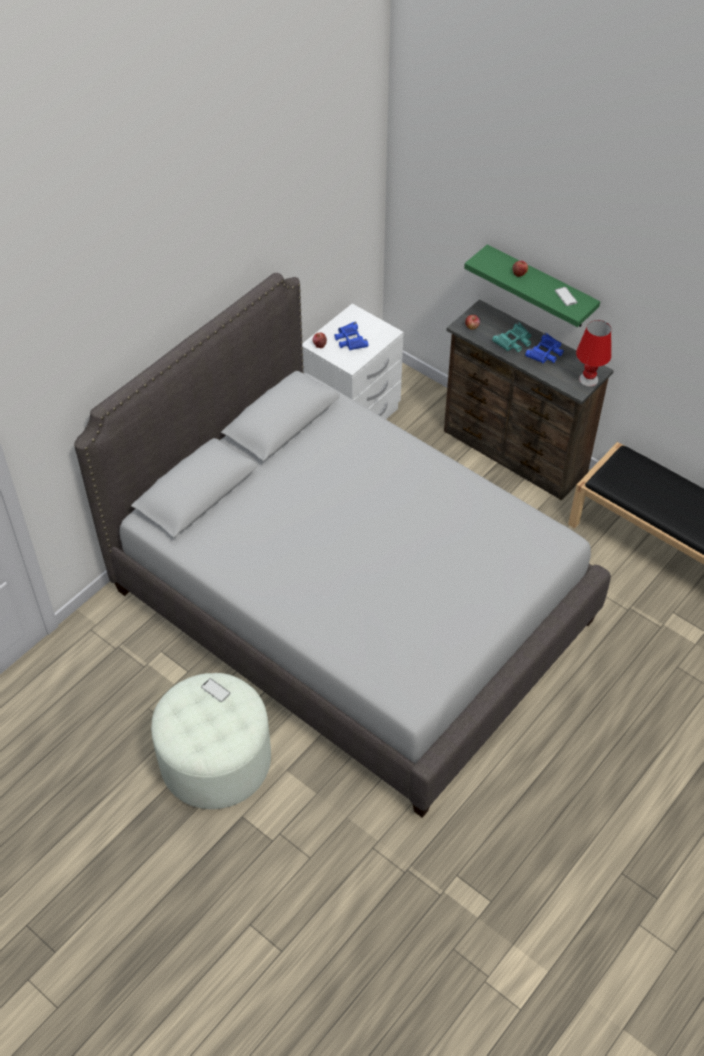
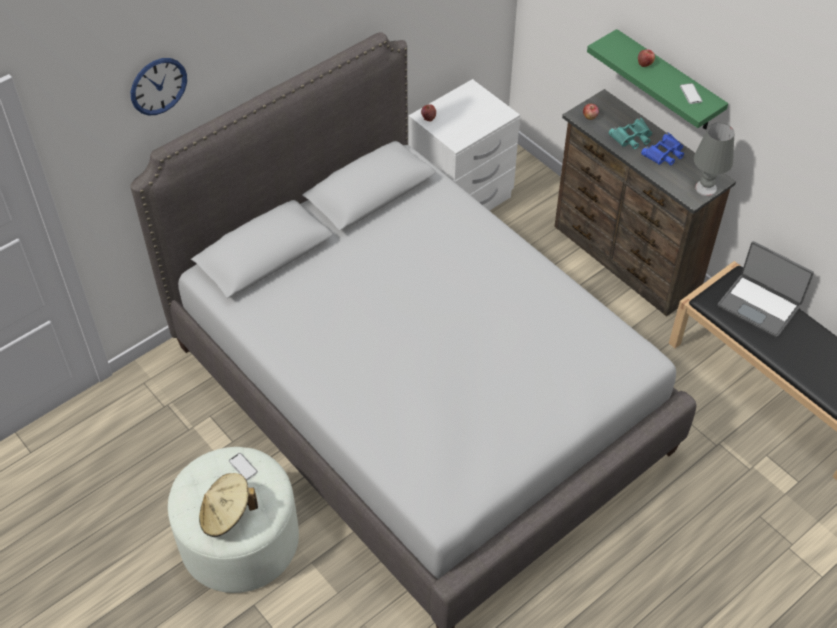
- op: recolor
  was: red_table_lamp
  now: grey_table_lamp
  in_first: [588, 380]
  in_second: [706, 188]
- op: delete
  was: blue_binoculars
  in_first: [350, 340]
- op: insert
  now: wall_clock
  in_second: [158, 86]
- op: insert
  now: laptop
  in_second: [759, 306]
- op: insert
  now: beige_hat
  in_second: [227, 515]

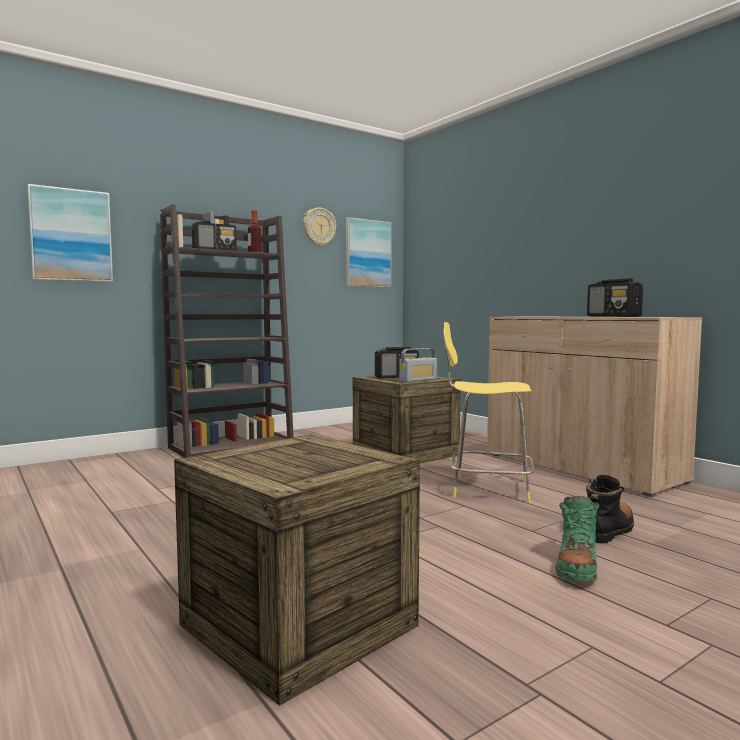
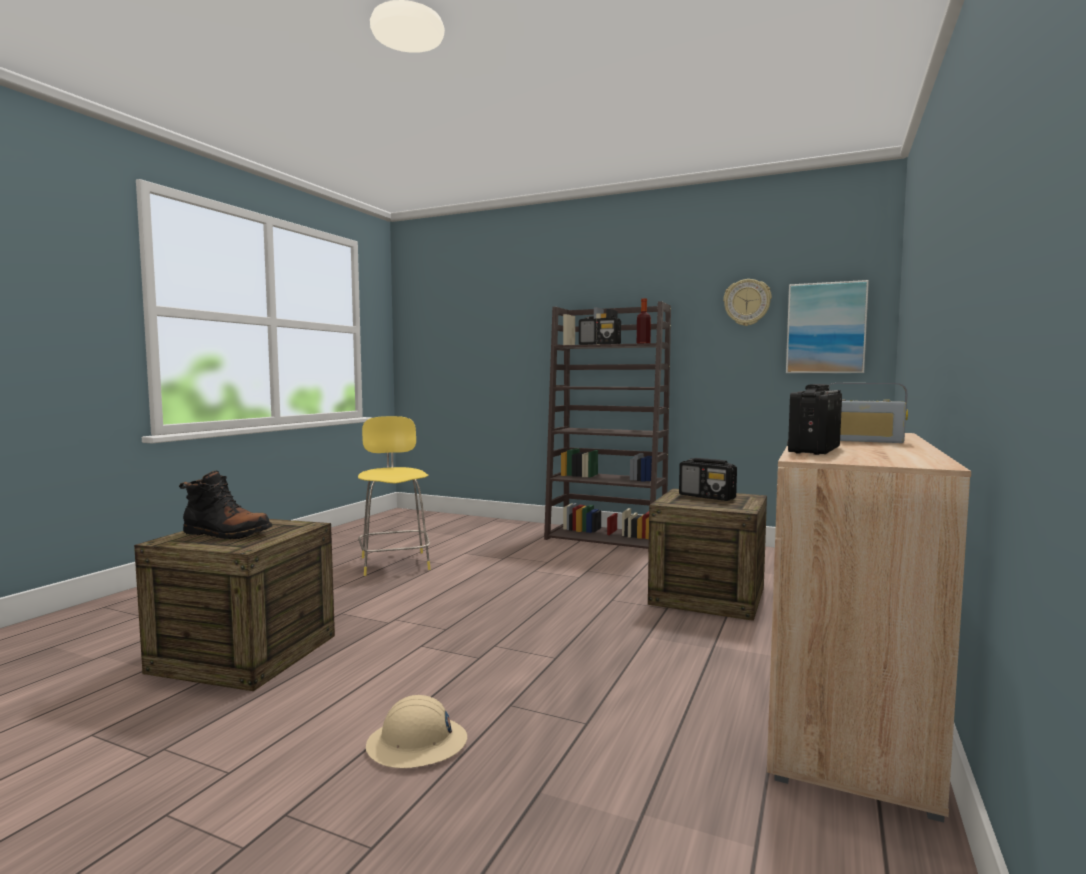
- op: delete
  was: picture
  in_first: [71, 235]
- op: move
  was: yellow_stool
  in_first: [487, 488]
  in_second: [395, 562]
- op: move
  was: radio
  in_first: [418, 380]
  in_second: [862, 440]
- op: move
  was: black_boot
  in_first: [609, 531]
  in_second: [226, 534]
- op: replace
  was: green_boot
  now: beige_hard_hat
  in_first: [577, 566]
  in_second: [417, 745]

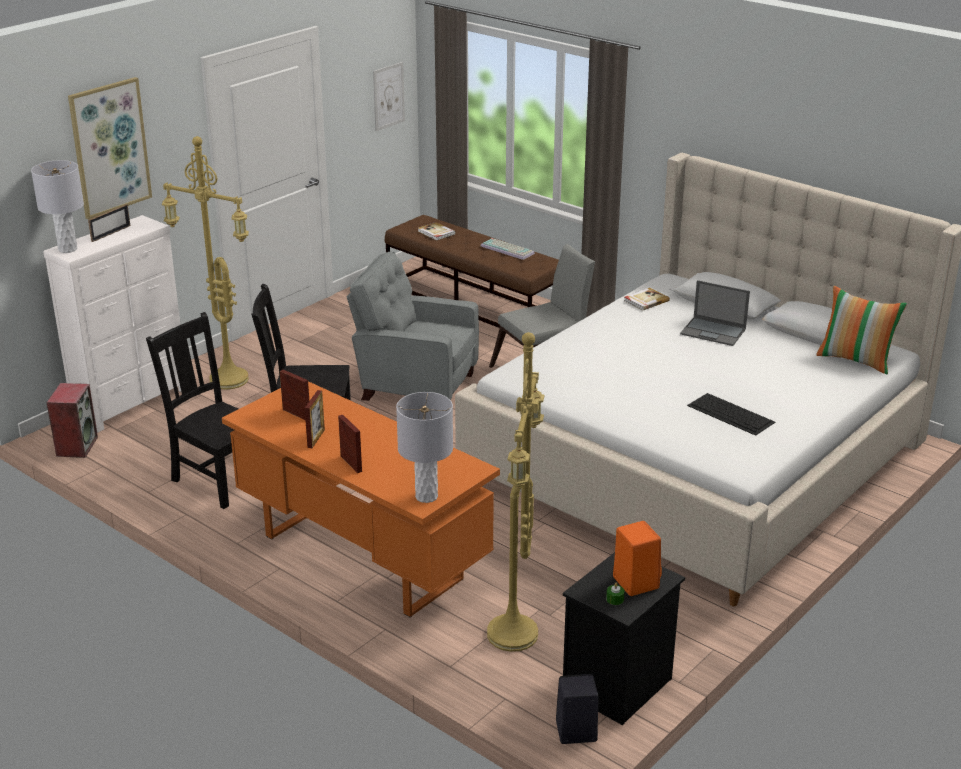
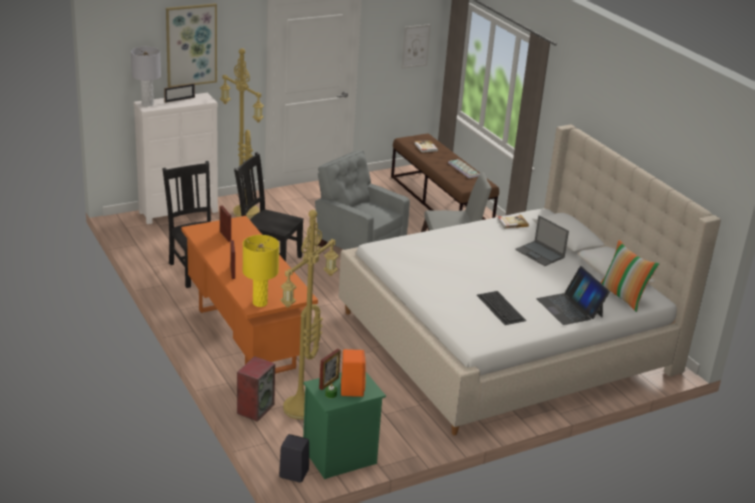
- op: move
  was: speaker
  in_first: [76, 446]
  in_second: [255, 408]
- op: move
  was: picture_frame
  in_first: [316, 438]
  in_second: [329, 383]
- op: recolor
  was: grey_table_lamp
  now: yellow_table_lamp
  in_first: [427, 496]
  in_second: [260, 303]
- op: recolor
  was: black_nightstand
  now: green_nightstand
  in_first: [618, 687]
  in_second: [339, 458]
- op: insert
  now: laptop
  in_second: [570, 308]

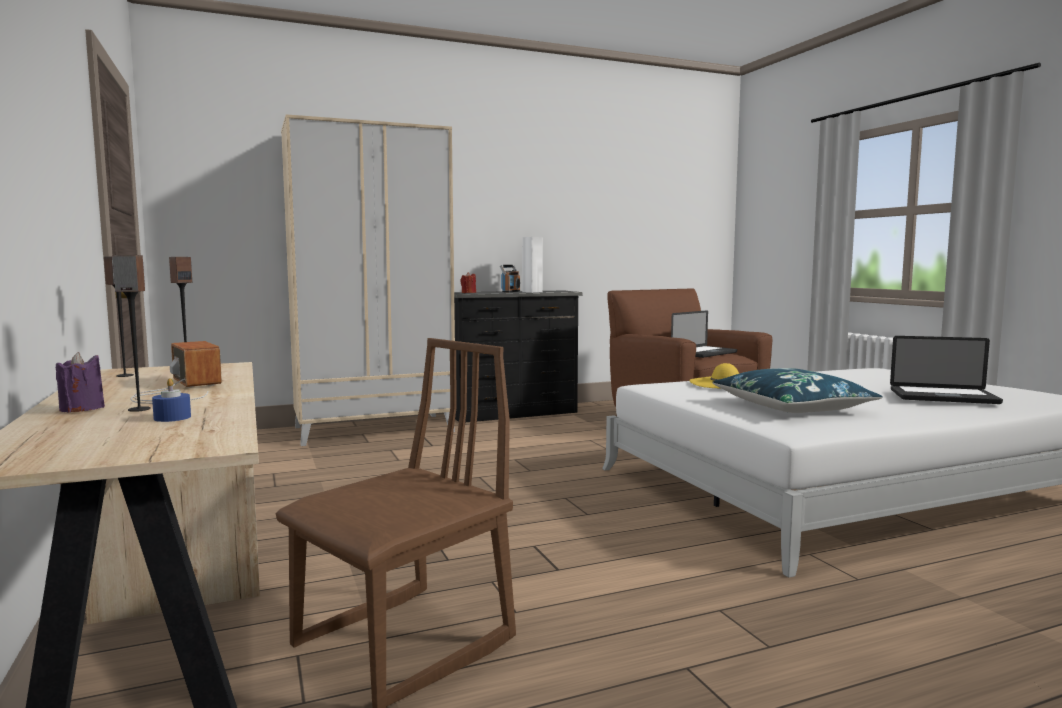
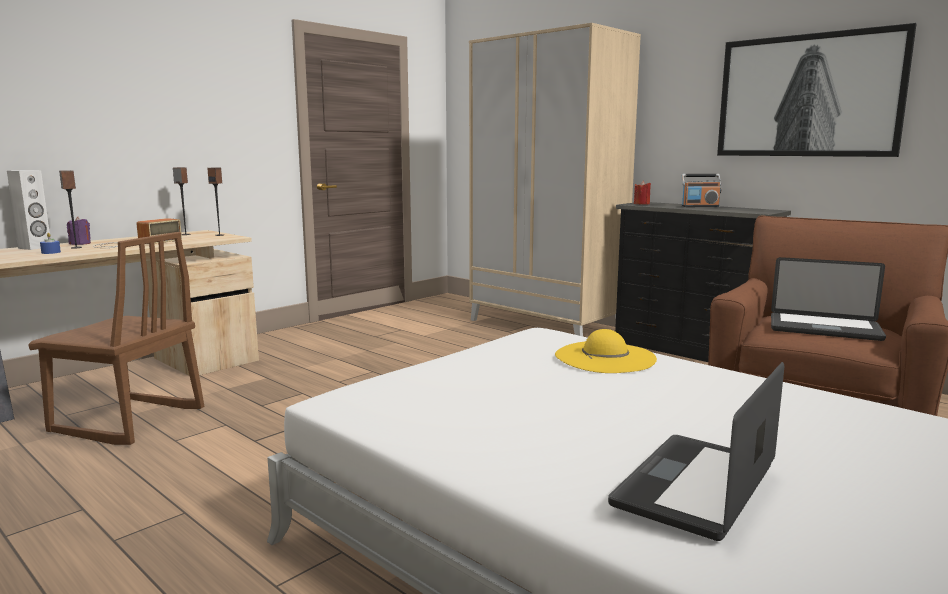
- op: move
  was: white_speaker
  in_first: [532, 292]
  in_second: [35, 247]
- op: rotate
  was: laptop
  in_first: [943, 397]
  in_second: [695, 486]
  clockwise: 45
- op: delete
  was: blue_pillow
  in_first: [792, 407]
- op: insert
  now: picture
  in_second: [808, 96]

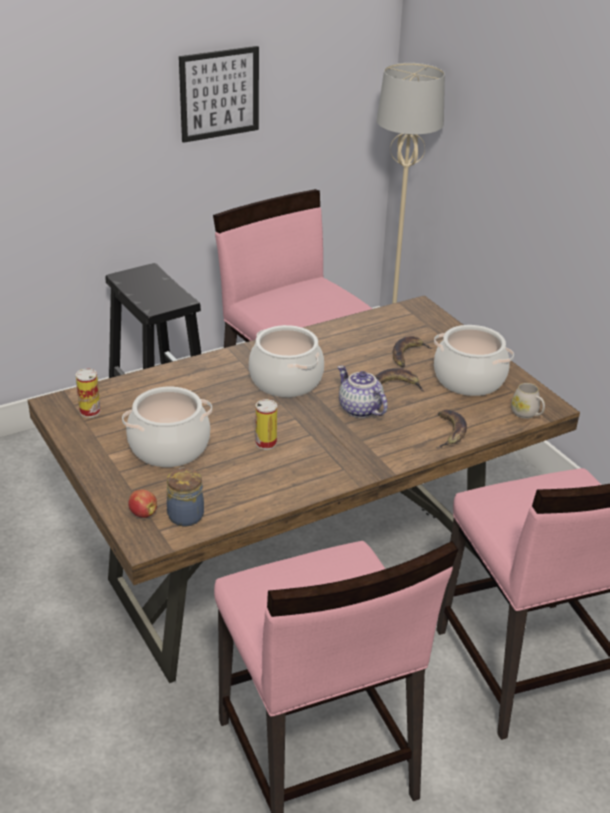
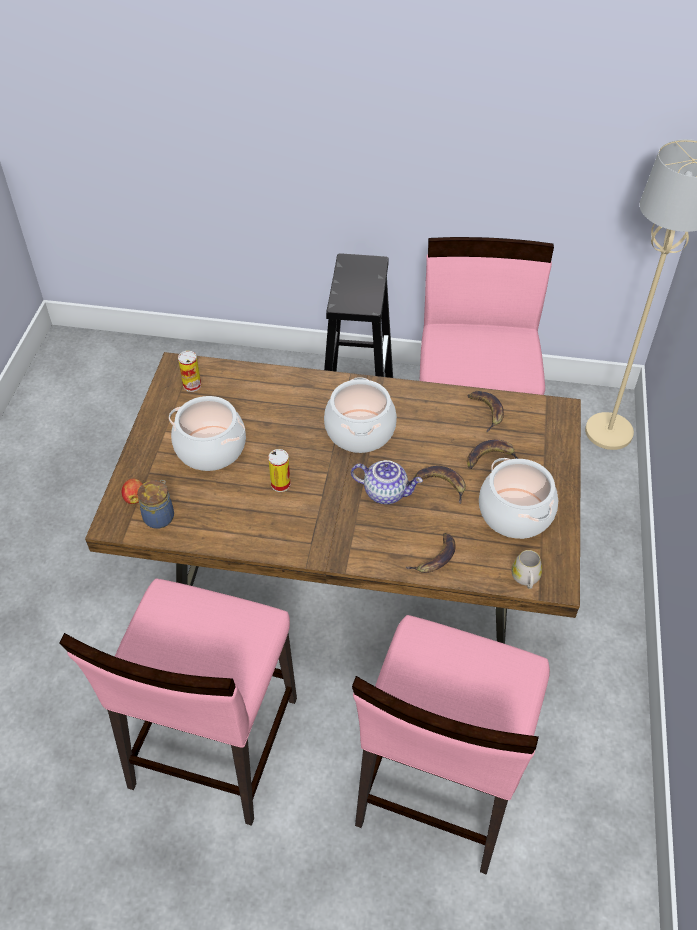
- op: delete
  was: picture
  in_first: [219, 93]
- op: rotate
  was: teapot
  in_first: [359, 409]
  in_second: [386, 492]
  clockwise: 105
- op: insert
  now: banana
  in_second: [486, 411]

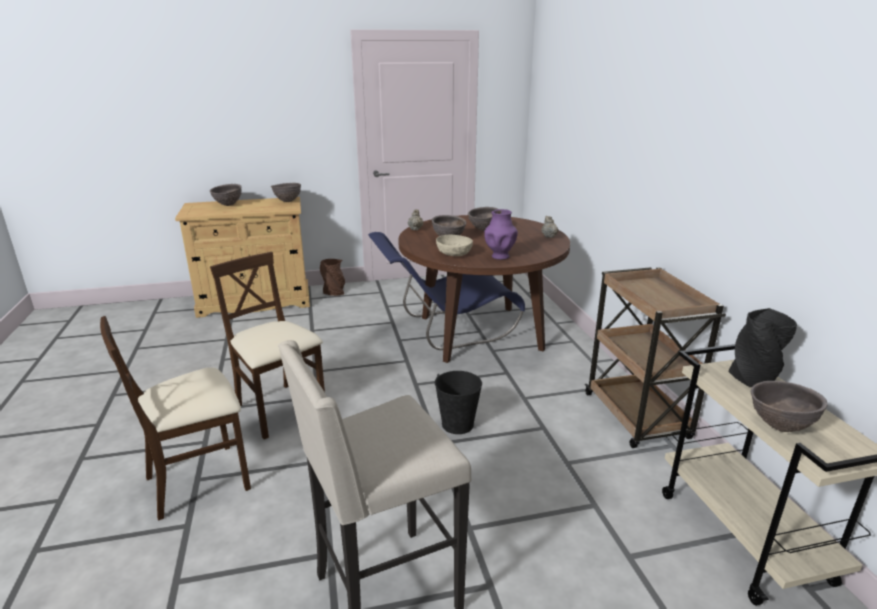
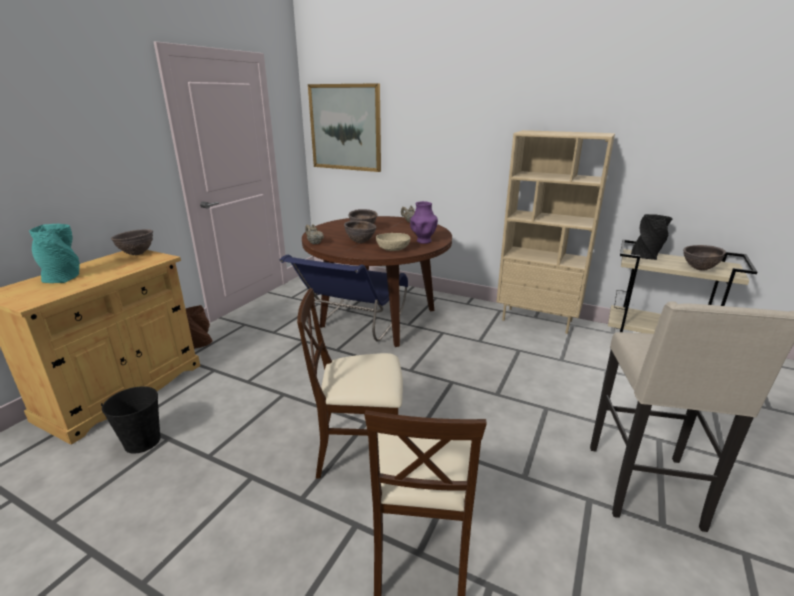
- op: replace
  was: brown_bowl
  now: turquoise_vase
  in_first: [228, 205]
  in_second: [63, 278]
- op: replace
  was: brown_cart
  now: beige_bookcase
  in_first: [637, 417]
  in_second: [537, 320]
- op: move
  was: black_bucket
  in_first: [457, 424]
  in_second: [142, 441]
- op: insert
  now: picture
  in_second: [345, 127]

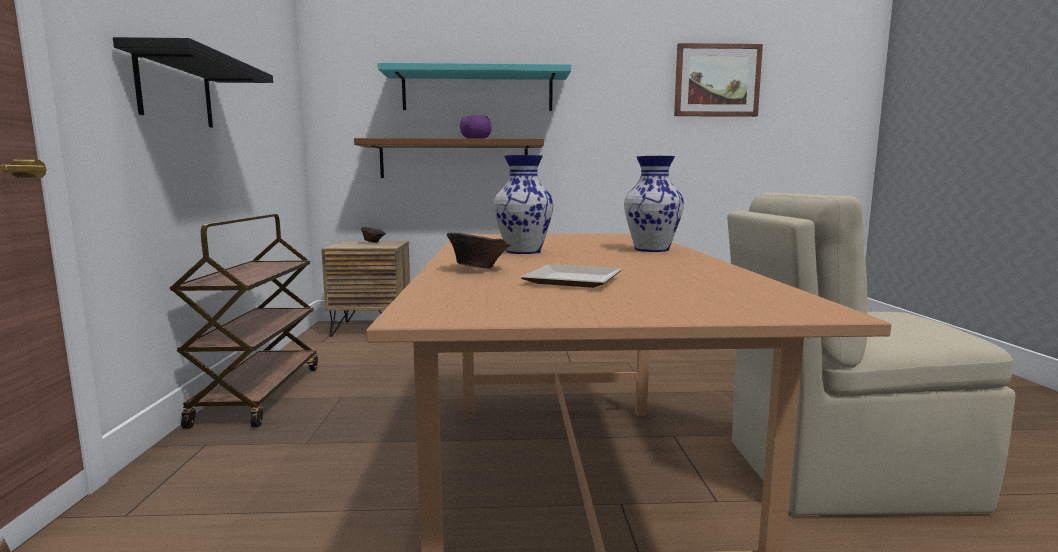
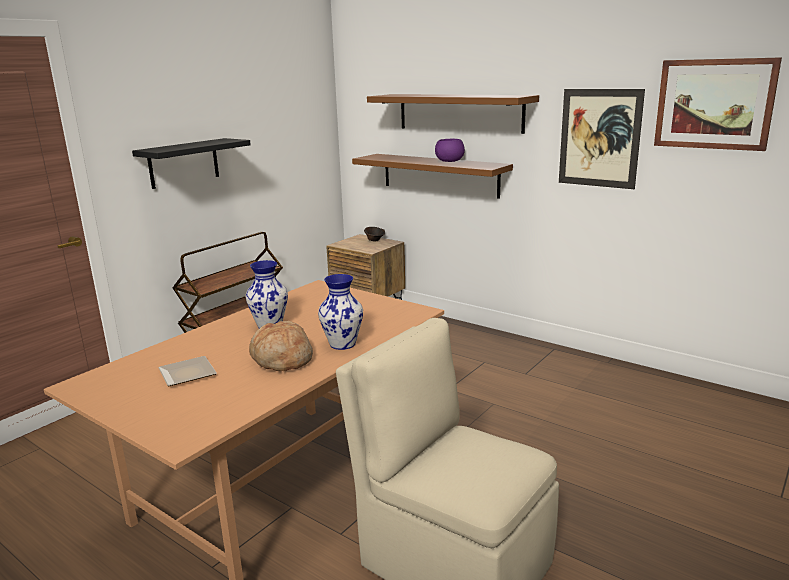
- op: recolor
  was: turquoise_shelf
  now: brown_shelf
  in_first: [477, 91]
  in_second: [459, 112]
- op: delete
  was: brown_bowl
  in_first: [478, 269]
- op: insert
  now: picture
  in_second: [599, 138]
- op: insert
  now: bread
  in_second: [281, 359]

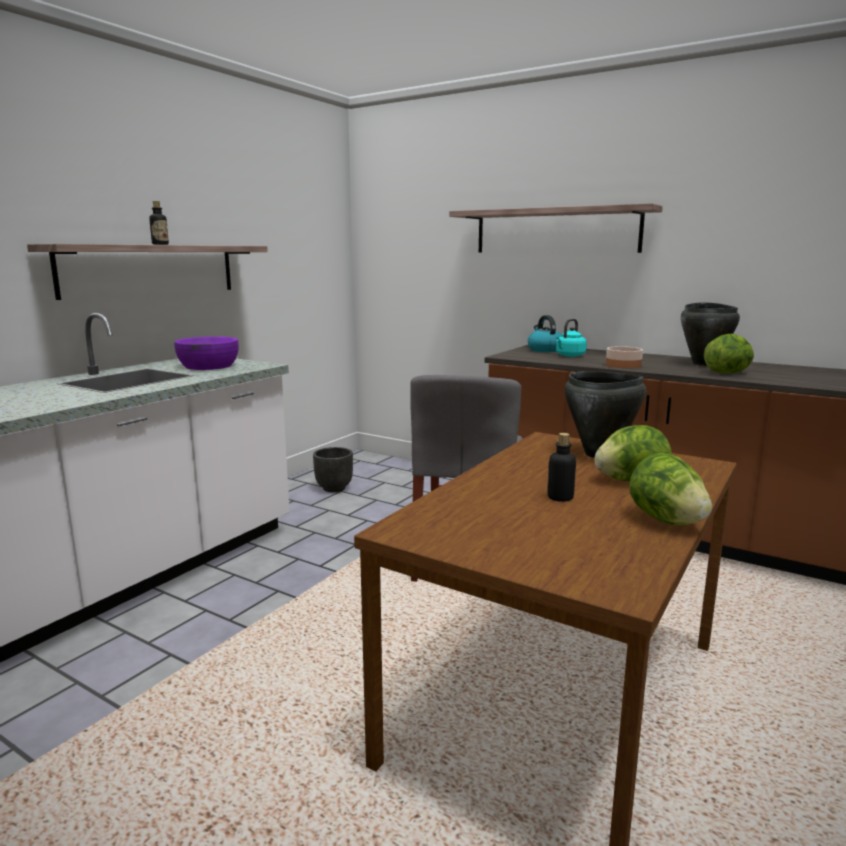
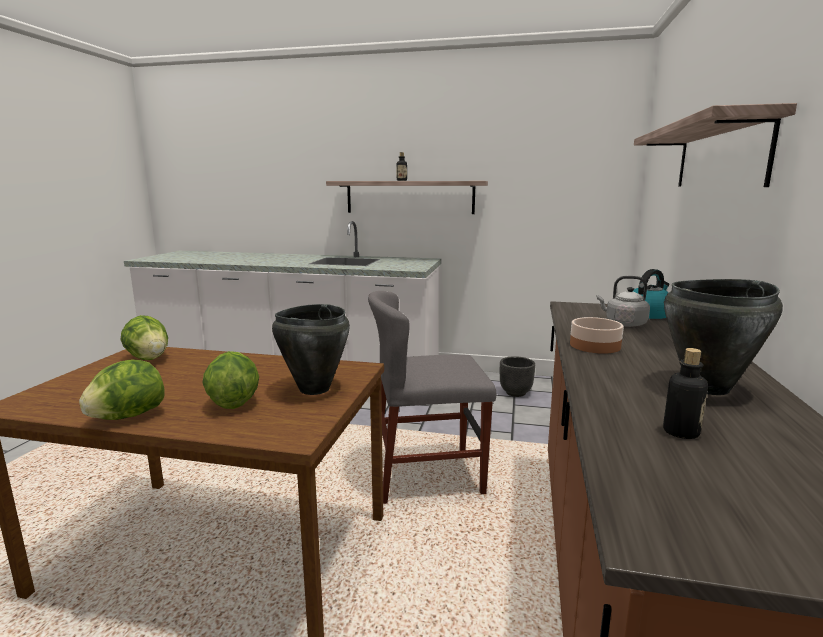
- op: recolor
  was: turquoise_kettle
  now: grey_kettle
  in_first: [569, 355]
  in_second: [623, 323]
- op: move
  was: lettuce
  in_first: [728, 373]
  in_second: [149, 358]
- op: delete
  was: purple_bowl
  in_first: [209, 366]
- op: move
  was: bottle
  in_first: [560, 497]
  in_second: [681, 432]

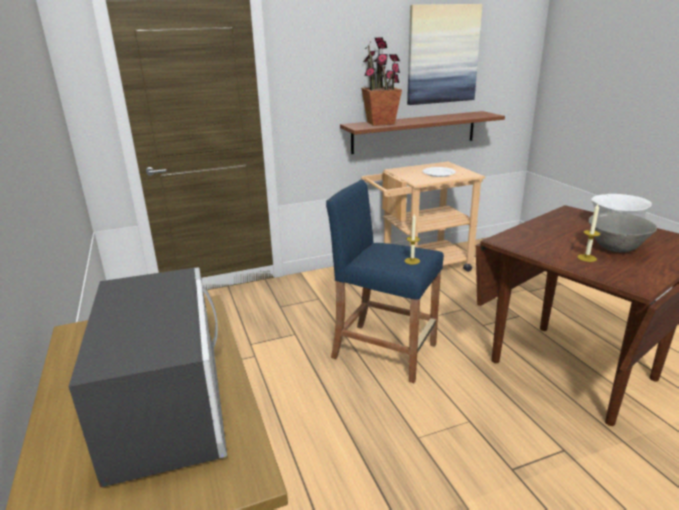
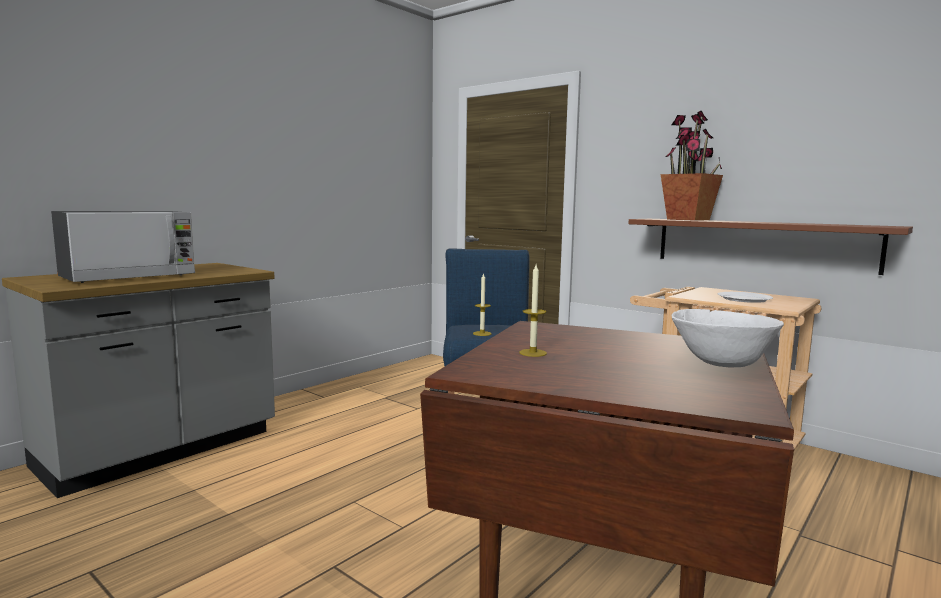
- op: delete
  was: picture
  in_first: [442, 55]
- op: delete
  was: grey_bowl
  in_first: [616, 249]

